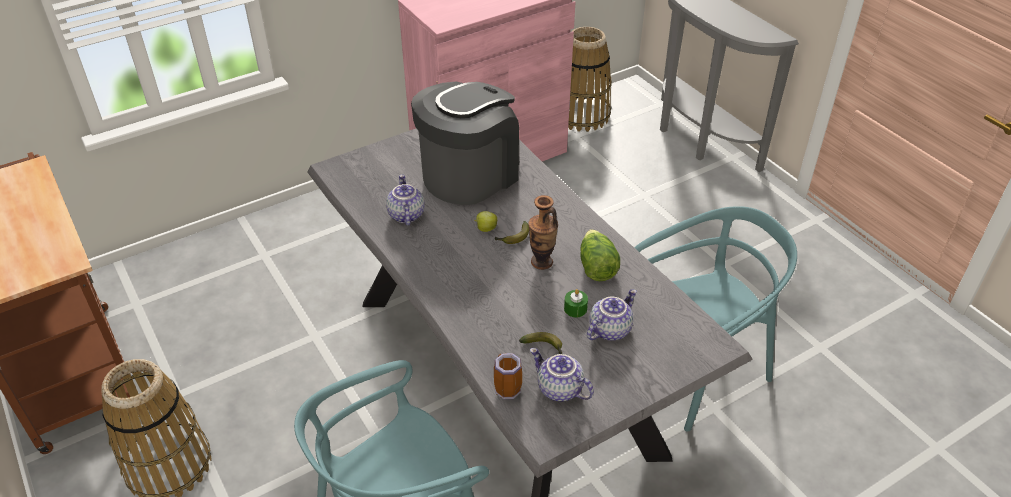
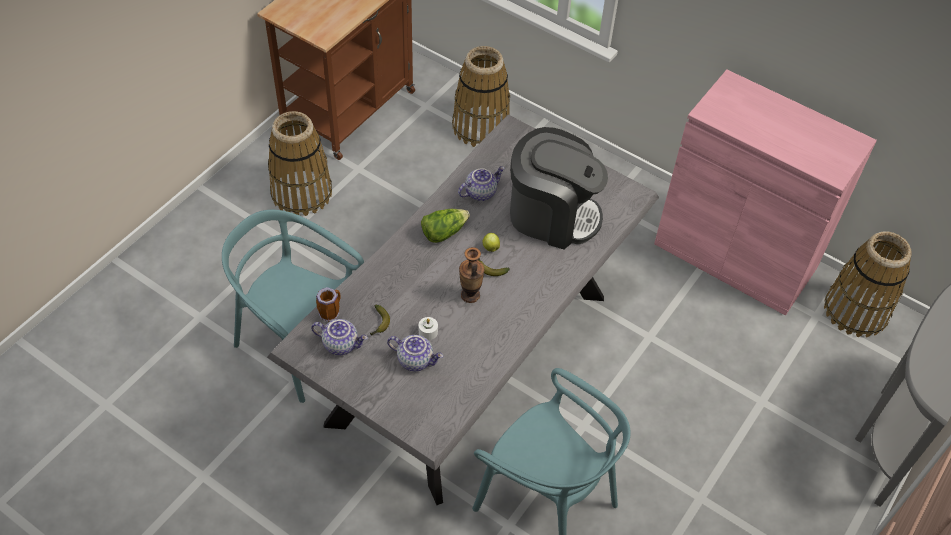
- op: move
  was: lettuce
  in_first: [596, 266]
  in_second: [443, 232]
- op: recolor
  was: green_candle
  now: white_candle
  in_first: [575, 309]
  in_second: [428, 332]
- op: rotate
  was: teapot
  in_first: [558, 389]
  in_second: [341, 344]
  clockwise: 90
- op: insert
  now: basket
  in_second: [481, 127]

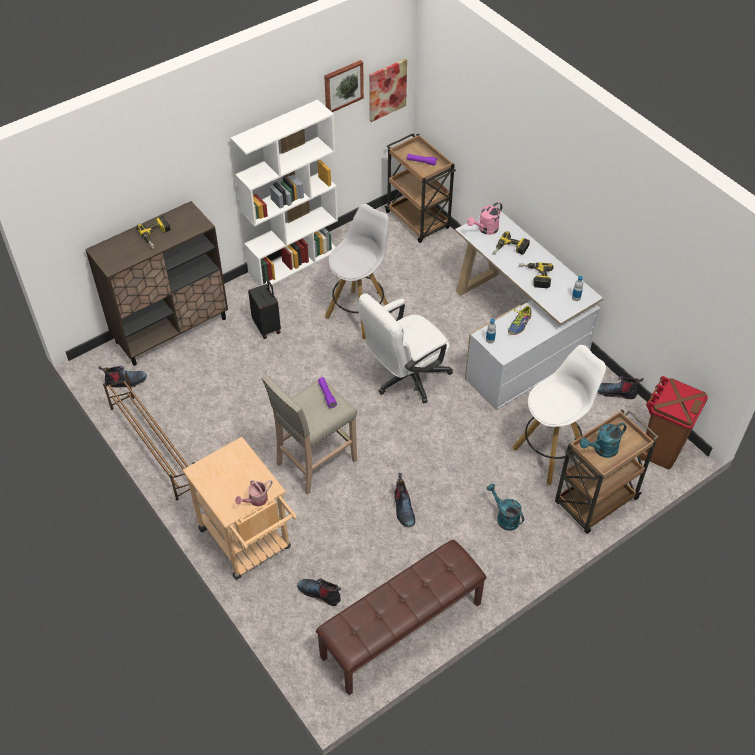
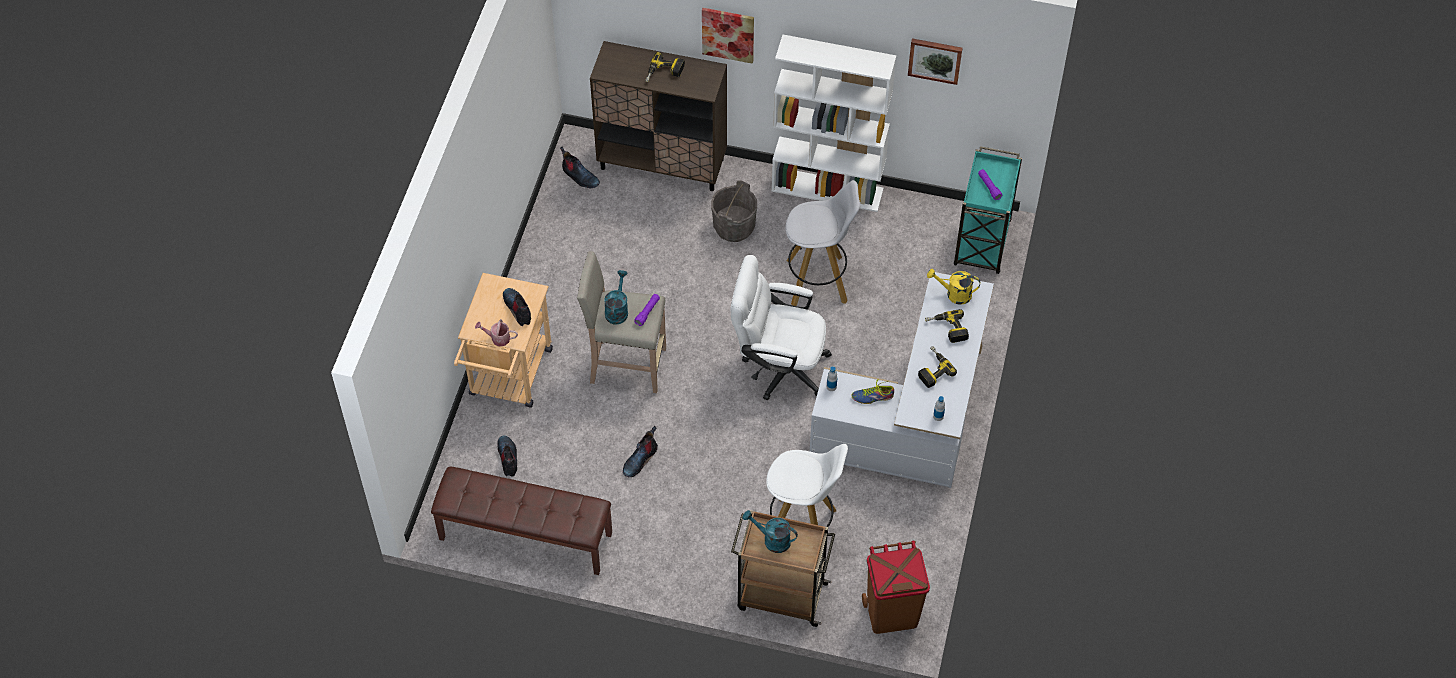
- op: move
  was: picture
  in_first: [387, 89]
  in_second: [728, 34]
- op: recolor
  was: brown_cart
  now: turquoise_cart
  in_first: [418, 221]
  in_second: [982, 244]
- op: recolor
  was: pink_watering_can
  now: yellow_watering_can
  in_first: [485, 229]
  in_second: [954, 294]
- op: replace
  was: black_suitcase
  now: grey_bucket
  in_first: [267, 327]
  in_second: [734, 227]
- op: delete
  was: brown_shoe_rack
  in_first: [154, 446]
- op: move
  was: boot
  in_first: [616, 392]
  in_second: [518, 309]
- op: move
  was: turquoise_watering_can
  in_first: [504, 517]
  in_second: [617, 310]

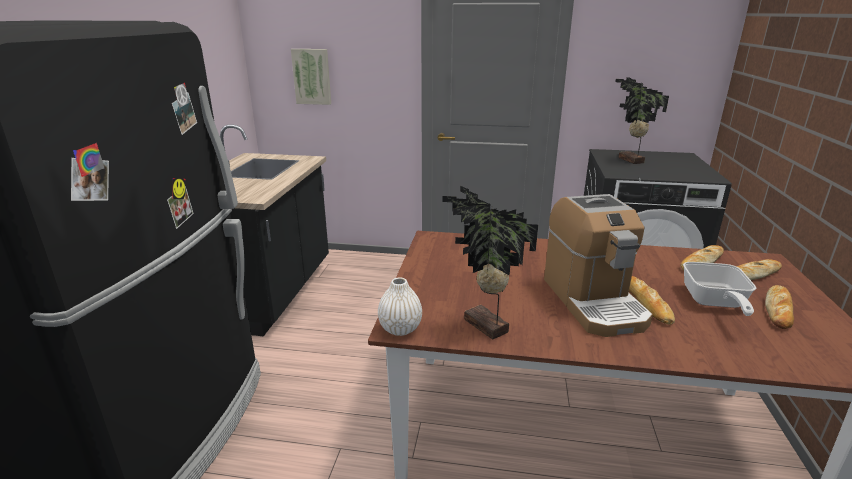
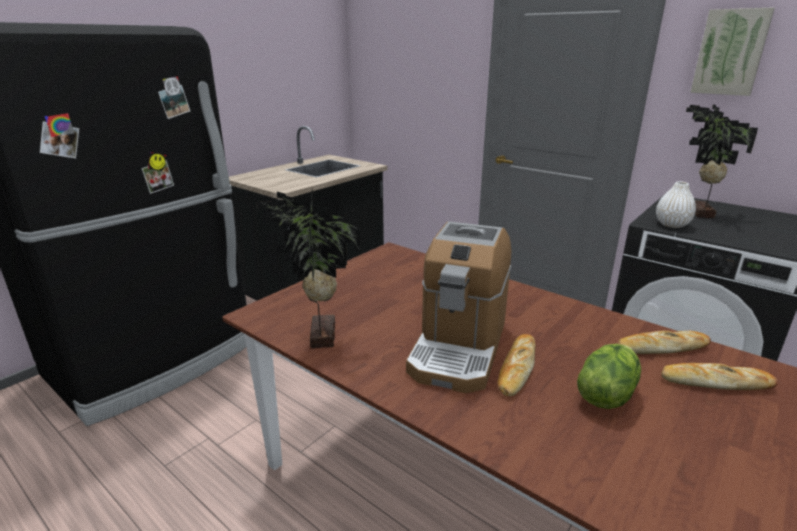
- op: move
  was: picture
  in_first: [312, 76]
  in_second: [730, 52]
- op: replace
  was: frying_pan
  now: lettuce
  in_first: [714, 302]
  in_second: [605, 394]
- op: move
  was: white_vase
  in_first: [400, 329]
  in_second: [672, 225]
- op: delete
  was: bread
  in_first: [778, 310]

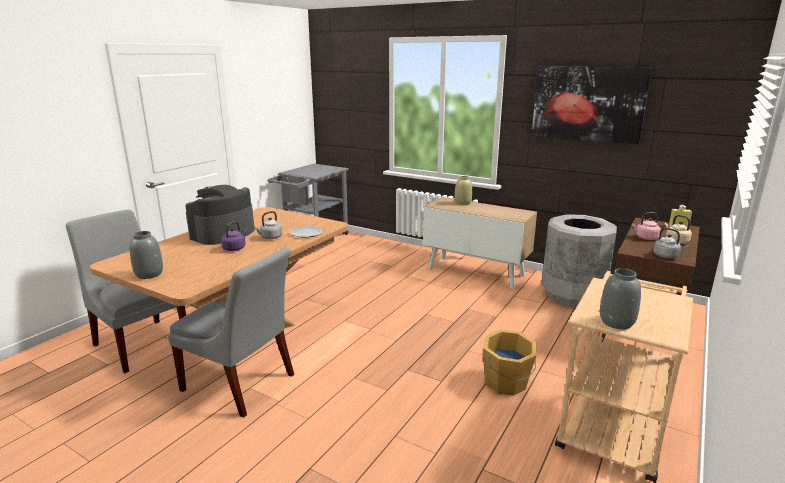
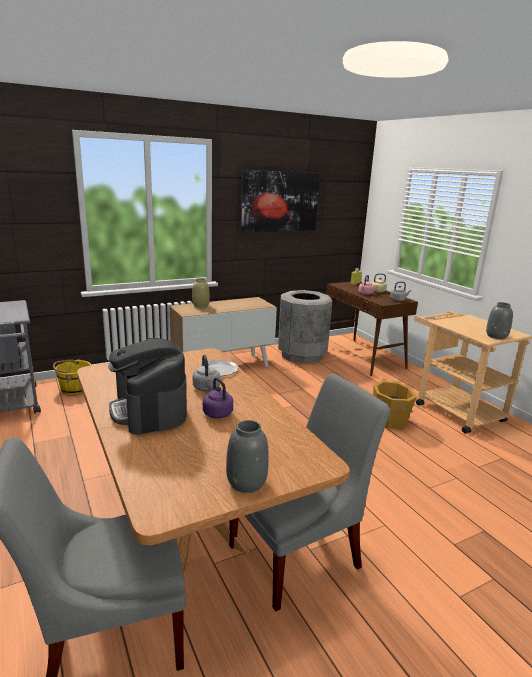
- op: insert
  now: yellow_bucket
  in_second: [75, 388]

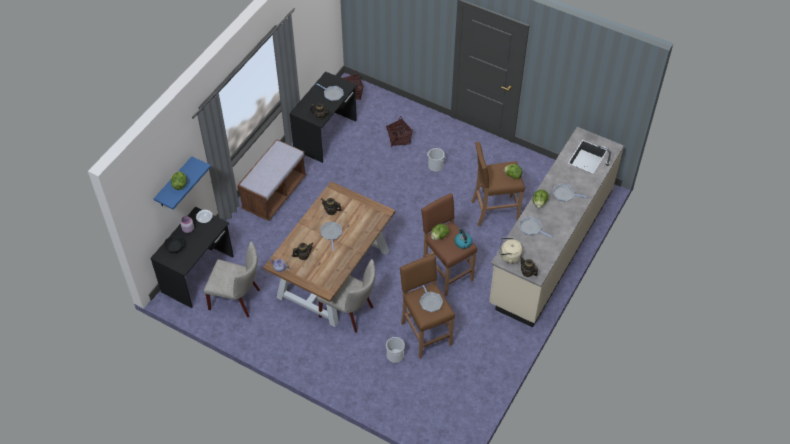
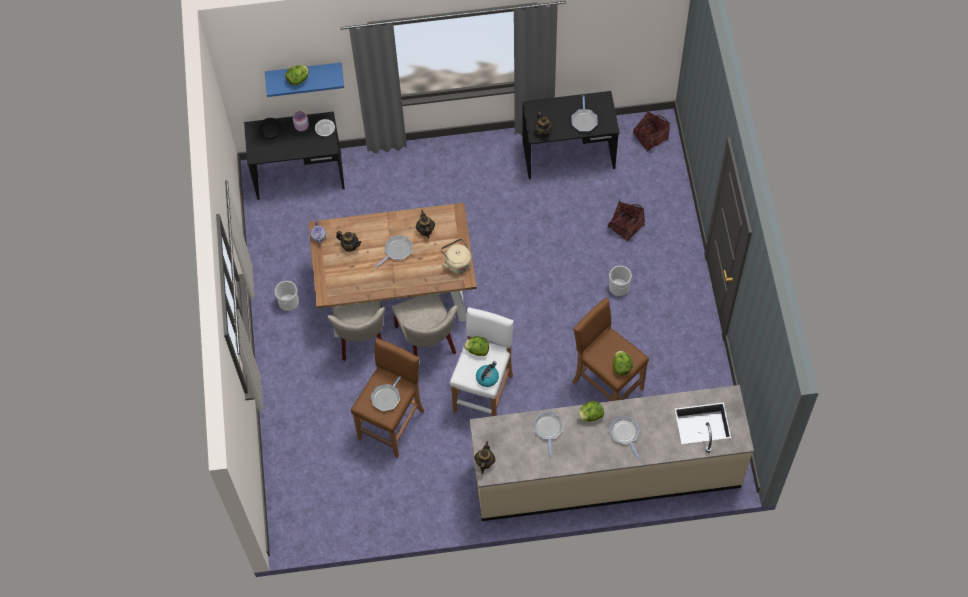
- op: delete
  was: brown_bench
  in_first: [274, 194]
- op: recolor
  was: brown_stool
  now: white_stool
  in_first: [446, 272]
  in_second: [484, 393]
- op: move
  was: beige_kettle
  in_first: [509, 257]
  in_second: [457, 262]
- op: move
  was: beige_chair
  in_first: [238, 299]
  in_second: [428, 342]
- op: move
  was: bucket
  in_first: [395, 355]
  in_second: [288, 302]

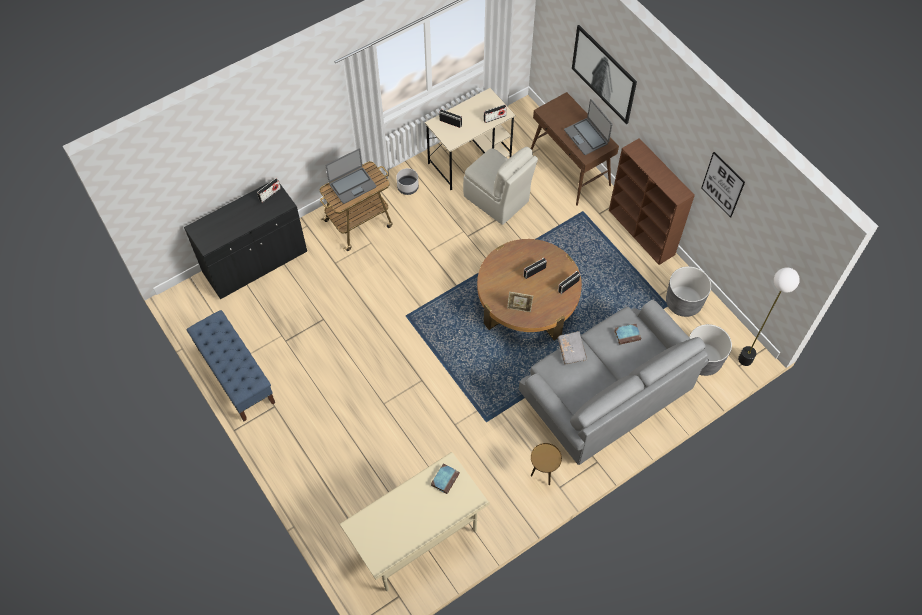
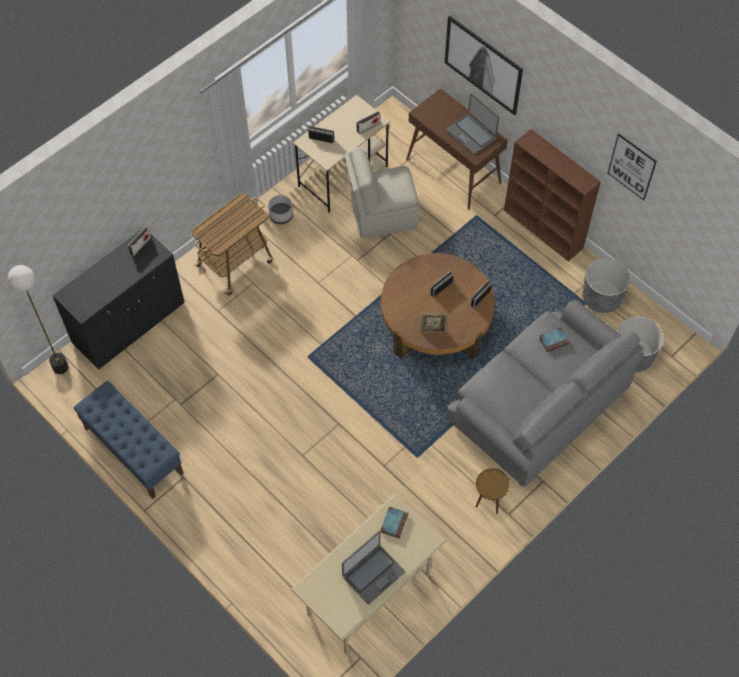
- op: rotate
  was: beige_chair
  in_first: [497, 200]
  in_second: [382, 216]
  clockwise: 135
- op: move
  was: laptop
  in_first: [352, 185]
  in_second: [373, 574]
- op: move
  was: floor_lamp
  in_first: [745, 359]
  in_second: [61, 367]
- op: delete
  was: grey_book
  in_first: [571, 350]

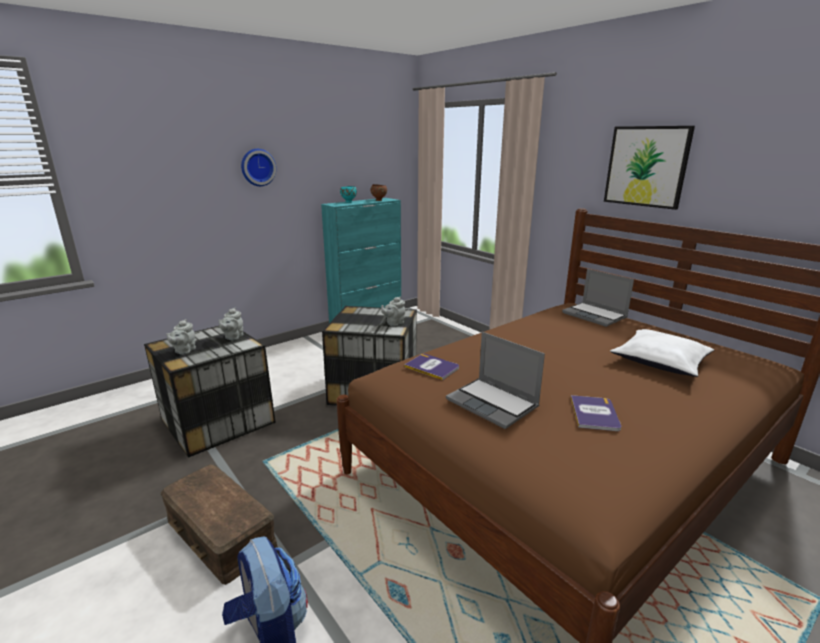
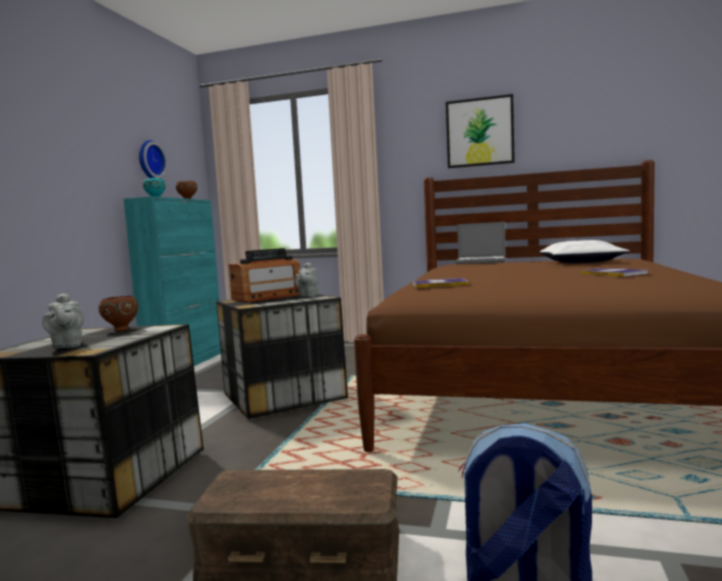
- op: move
  was: wall_clock
  in_first: [257, 167]
  in_second: [150, 160]
- op: replace
  was: grey_teapot
  now: brown_bowl
  in_first: [233, 337]
  in_second: [120, 329]
- op: delete
  was: laptop
  in_first: [493, 404]
- op: insert
  now: radio
  in_second: [268, 297]

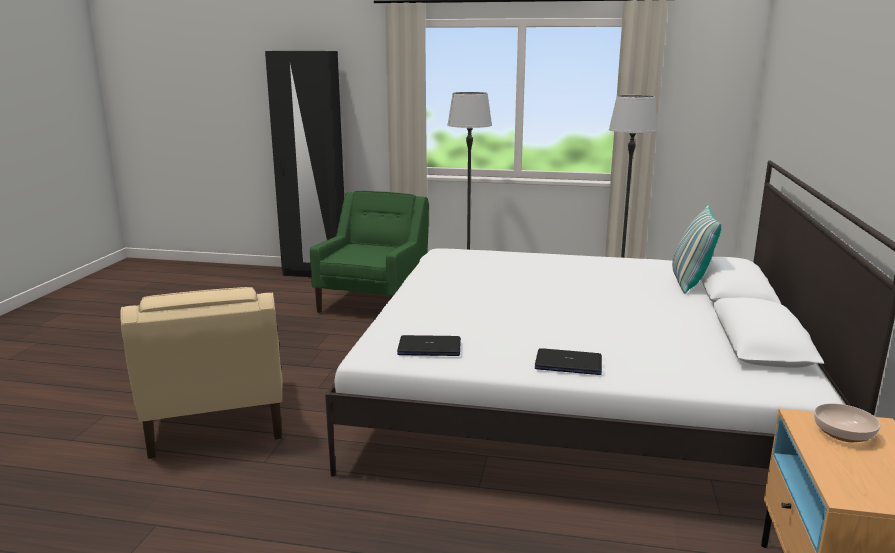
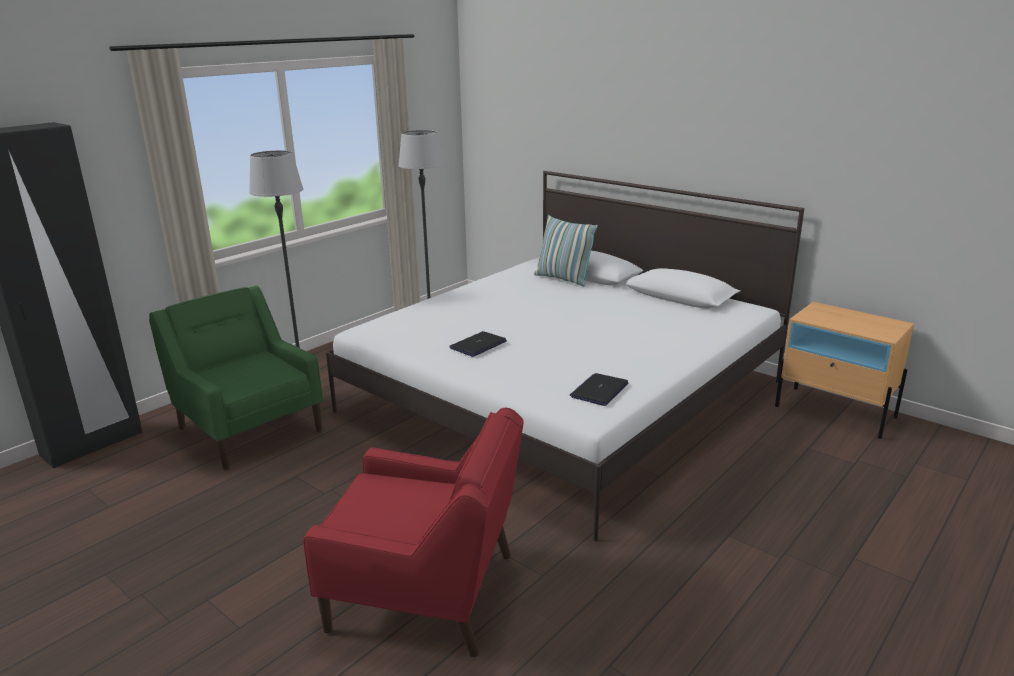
- op: recolor
  was: beige_armchair
  now: red_armchair
  in_first: [216, 420]
  in_second: [427, 593]
- op: move
  was: laptop
  in_first: [568, 363]
  in_second: [478, 345]
- op: delete
  was: bowl
  in_first: [842, 433]

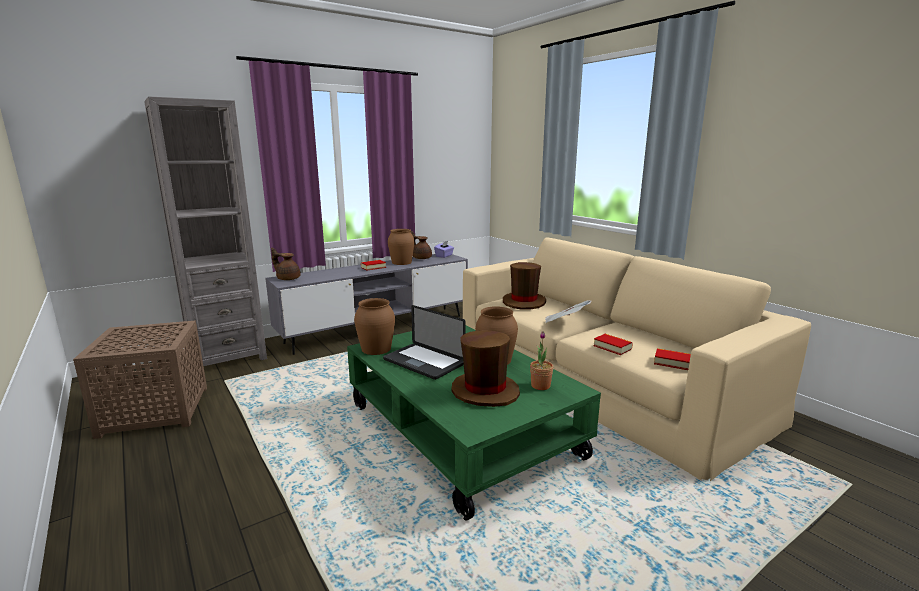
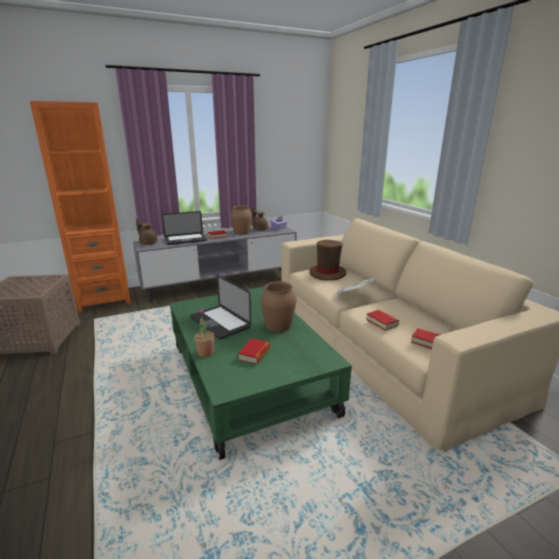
- op: recolor
  was: grey_bookcase
  now: orange_bookcase
  in_first: [227, 357]
  in_second: [104, 300]
- op: delete
  was: brown_vase
  in_first: [376, 348]
- op: replace
  was: brown_hat
  now: book
  in_first: [485, 391]
  in_second: [254, 354]
- op: move
  was: potted_plant
  in_first: [540, 386]
  in_second: [205, 352]
- op: insert
  now: laptop
  in_second: [185, 240]

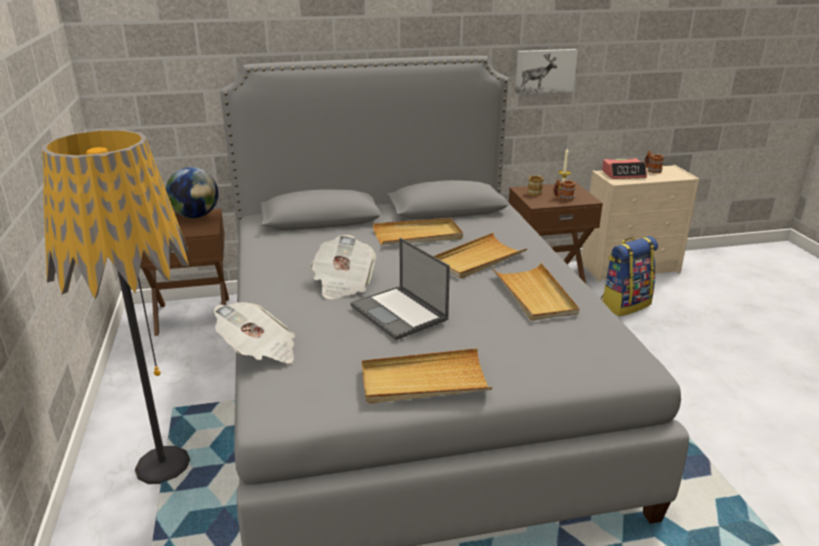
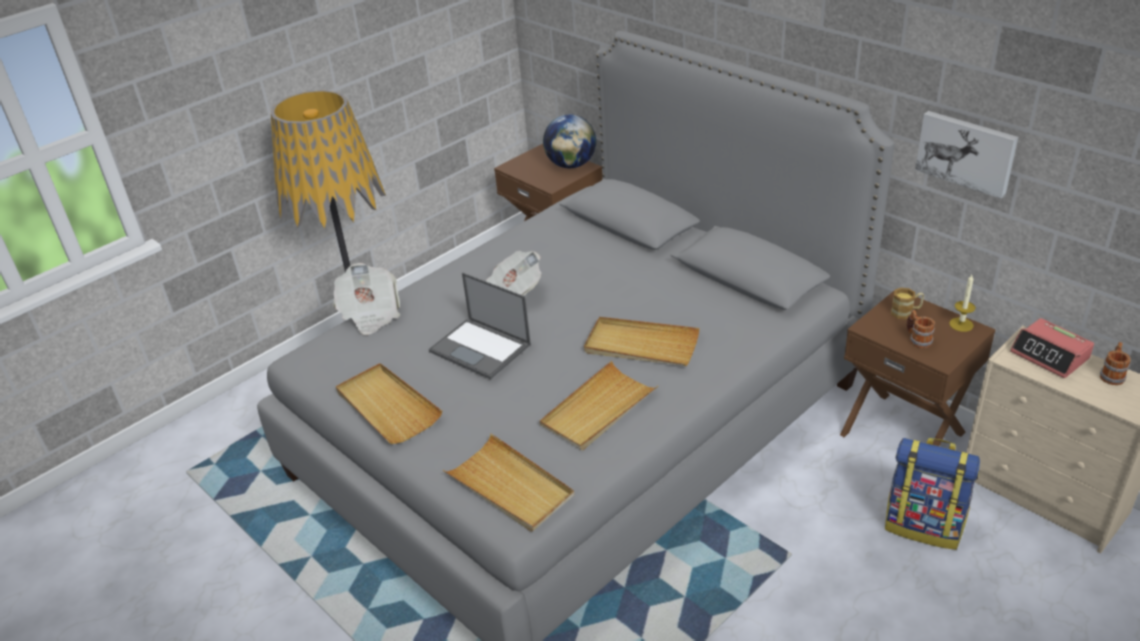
- op: move
  was: beige_tray
  in_first: [418, 235]
  in_second: [510, 486]
- op: rotate
  was: laptop
  in_first: [400, 313]
  in_second: [481, 348]
  clockwise: -75

